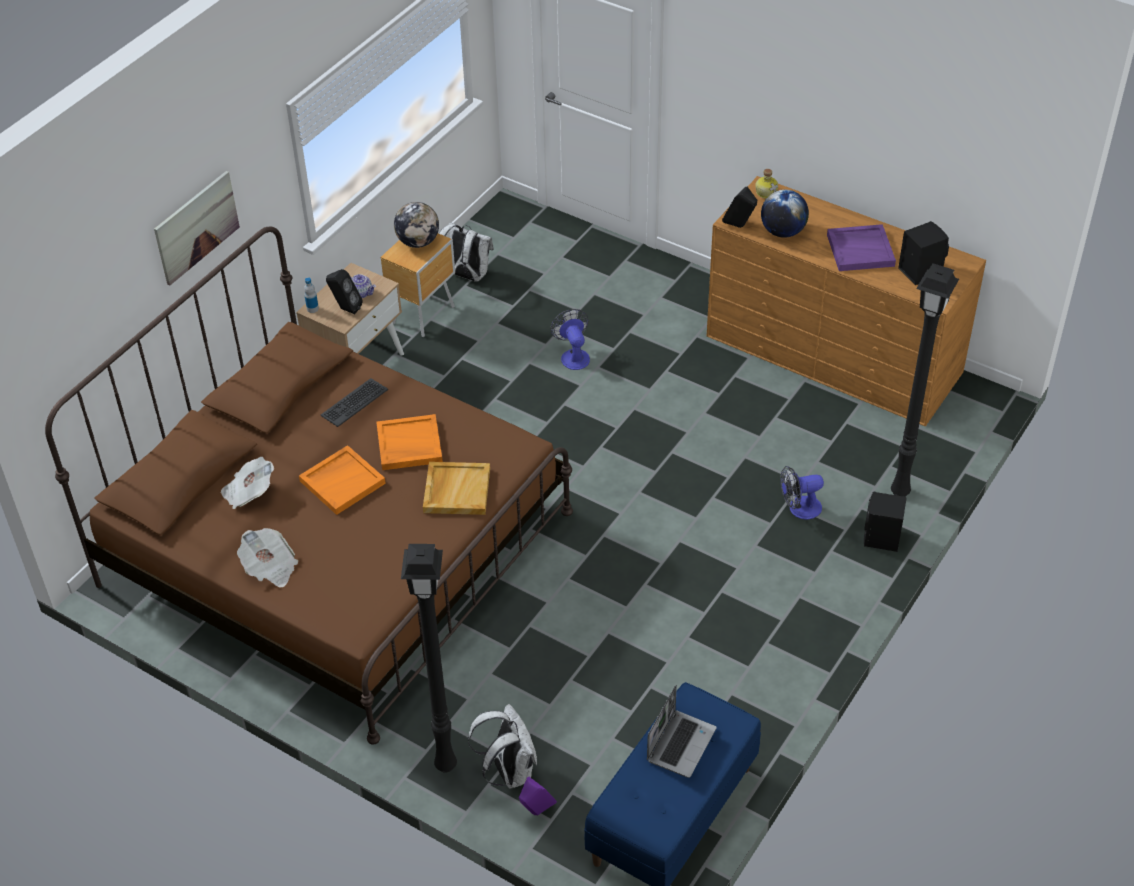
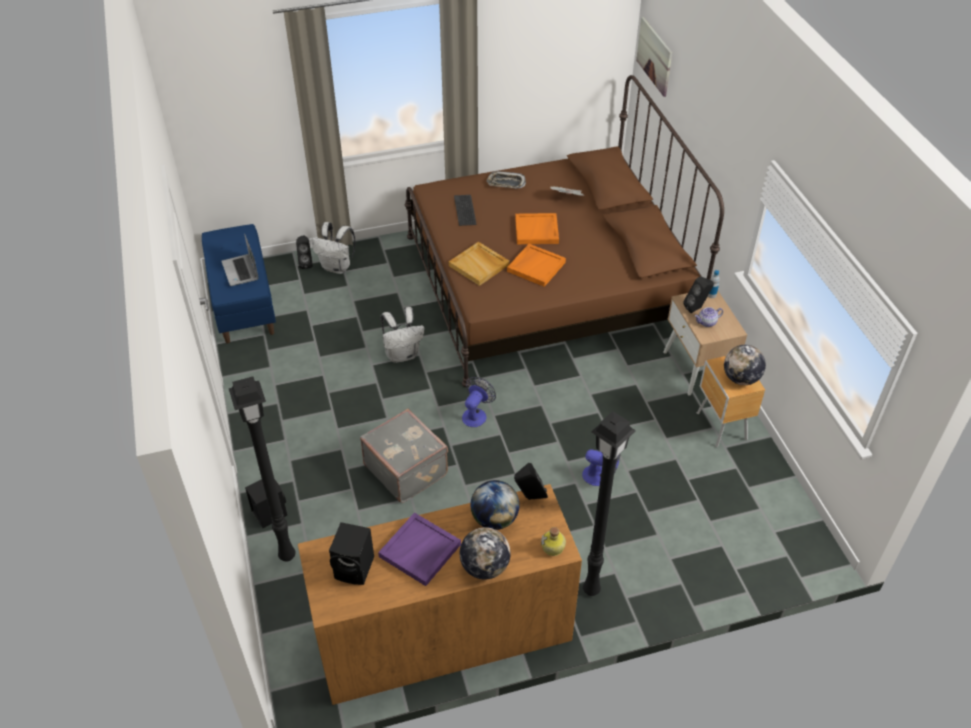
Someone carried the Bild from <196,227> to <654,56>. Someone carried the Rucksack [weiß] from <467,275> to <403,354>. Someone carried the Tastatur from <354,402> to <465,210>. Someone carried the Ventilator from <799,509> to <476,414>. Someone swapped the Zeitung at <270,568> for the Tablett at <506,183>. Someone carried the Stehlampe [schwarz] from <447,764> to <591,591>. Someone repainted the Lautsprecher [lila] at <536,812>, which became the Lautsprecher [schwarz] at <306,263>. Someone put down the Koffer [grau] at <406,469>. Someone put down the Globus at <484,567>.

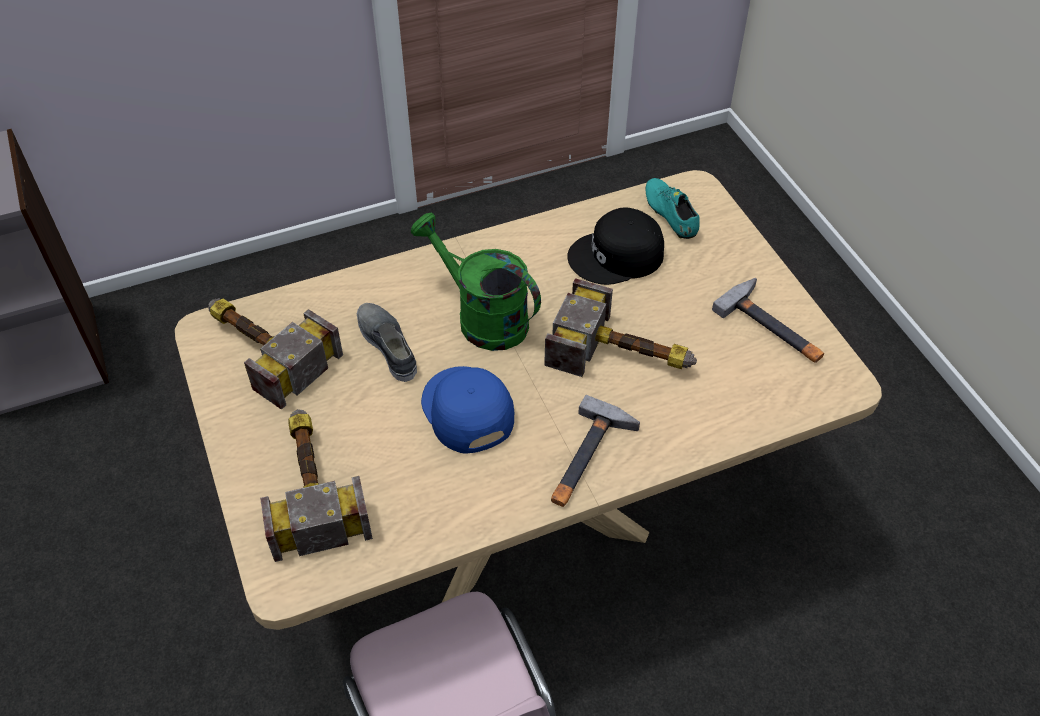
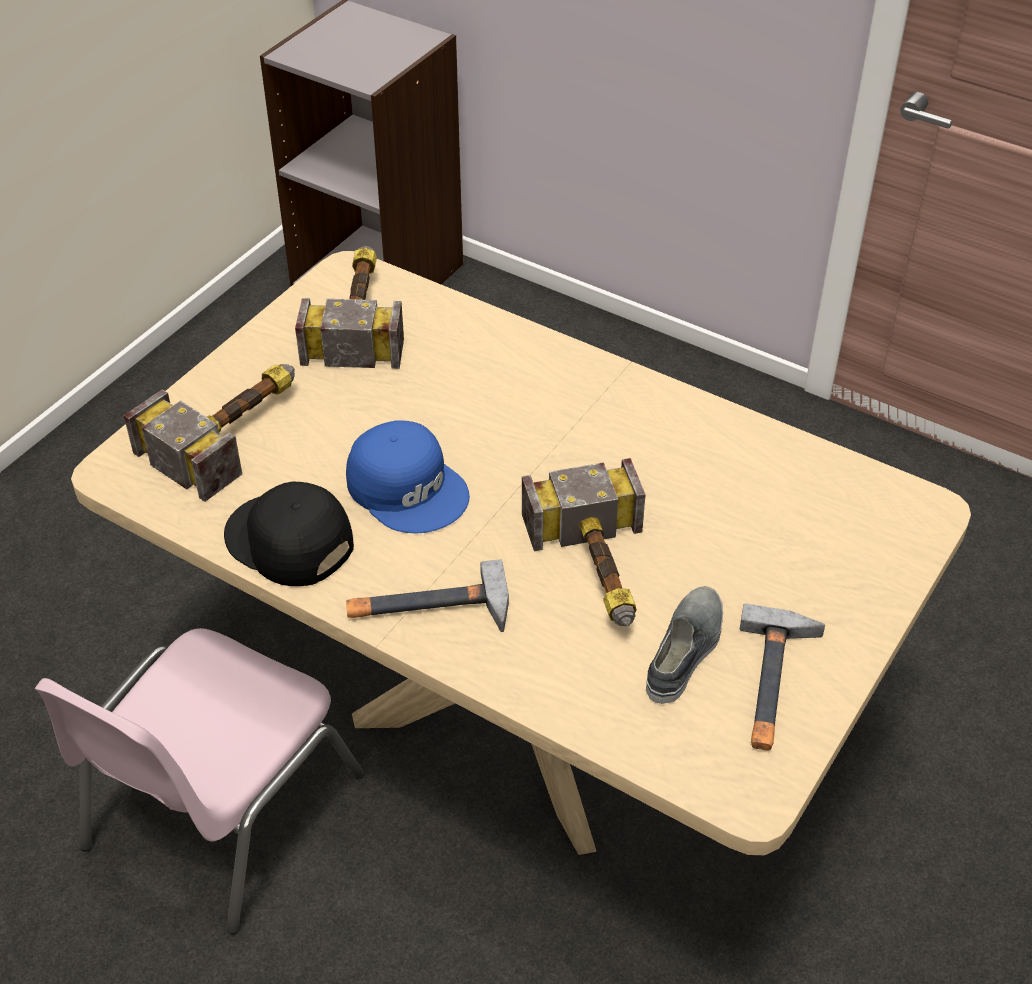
Someone took away the Schuh [türkis] at <670,215>. Someone carried the Kappe [schwarz] from <617,256> to <288,542>. Someone took away the Gießkanne [grün] at <482,317>. Someone carried the Schuh [grau] from <388,345> to <685,650>. Someone rotated the Kappe [blau] at <466,411> by 105 degrees clockwise.

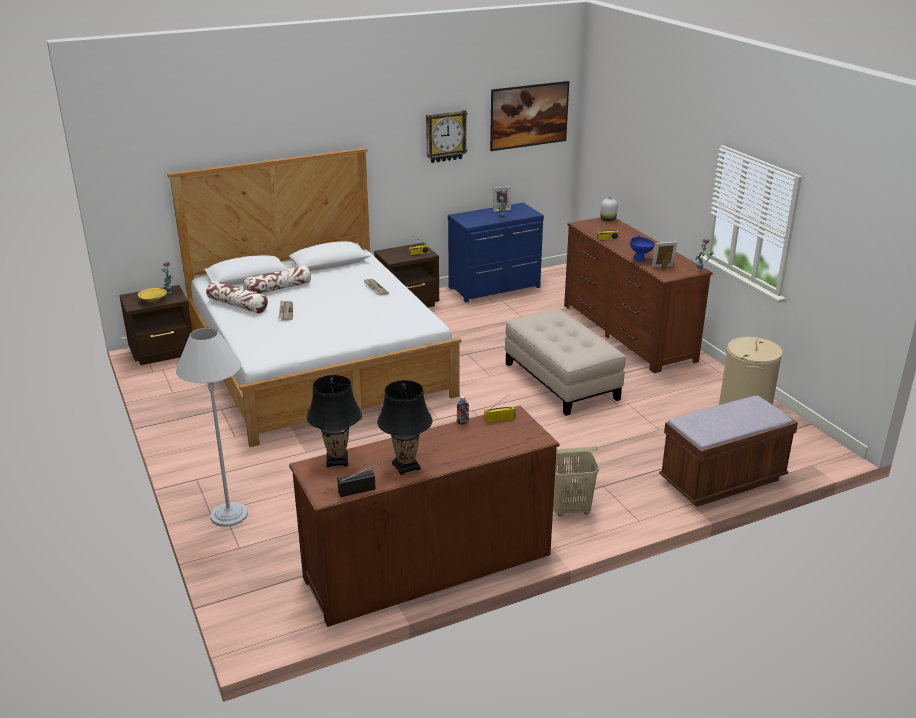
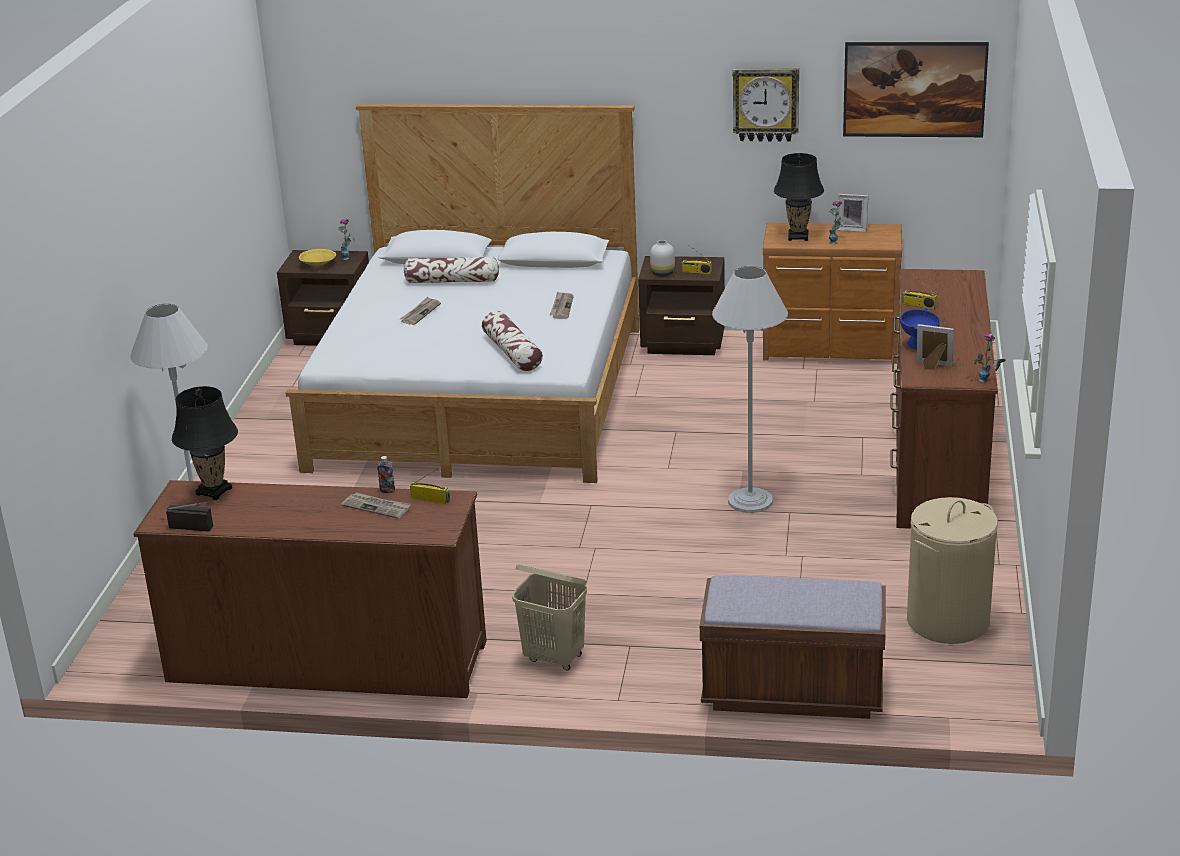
Someone carried the Vase [weiß] from <608,219> to <663,274>. Someone repainted the Kommode [blau] at <496,288>, which became the Kommode [braun] at <831,349>. Someone carried the Kissen from <237,305> to <512,352>. Someone swapped the Polsterhocker [beige] at <560,381> for the Stehlampe [weiß] at <750,501>. Someone carried the Tischlampe [schwarz] from <406,466> to <798,237>. Someone put down the Zeitung at <377,507>.

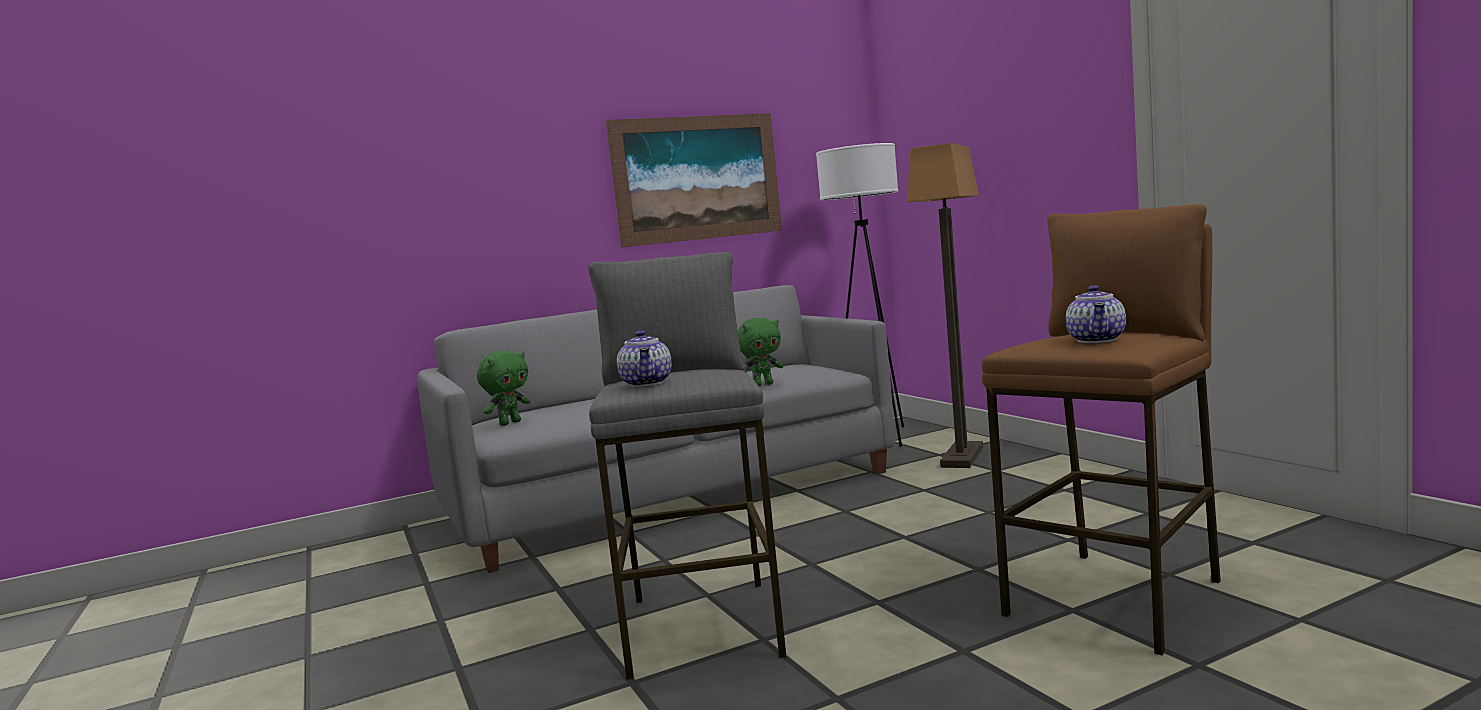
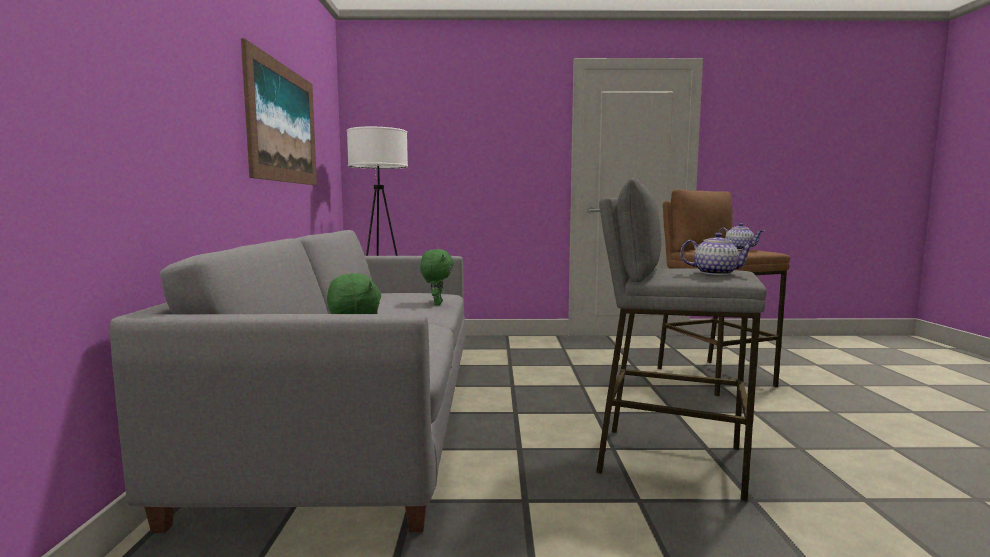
Someone took away the Stehlampe at <962,457>.

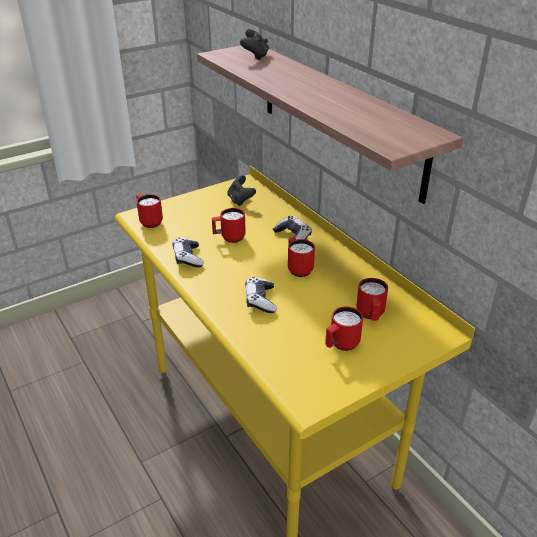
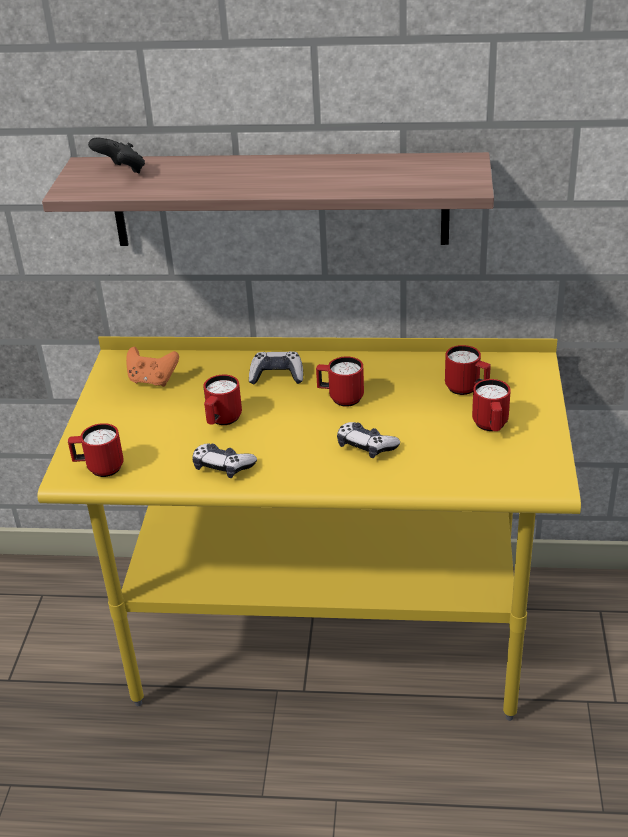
Someone repainted the Gamepad [schwarz] at <240,200>, which became the Gamepad [orange] at <152,380>.

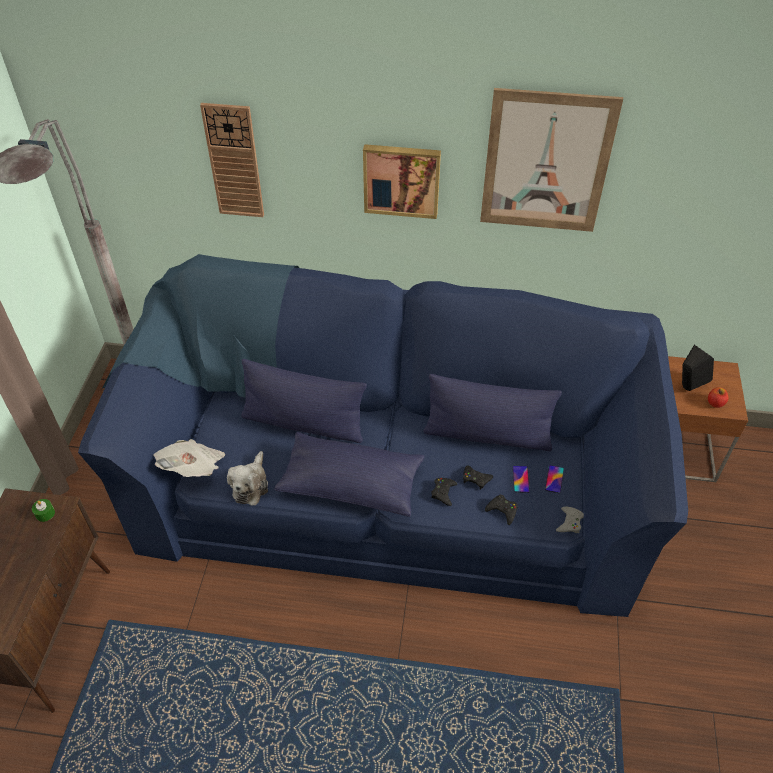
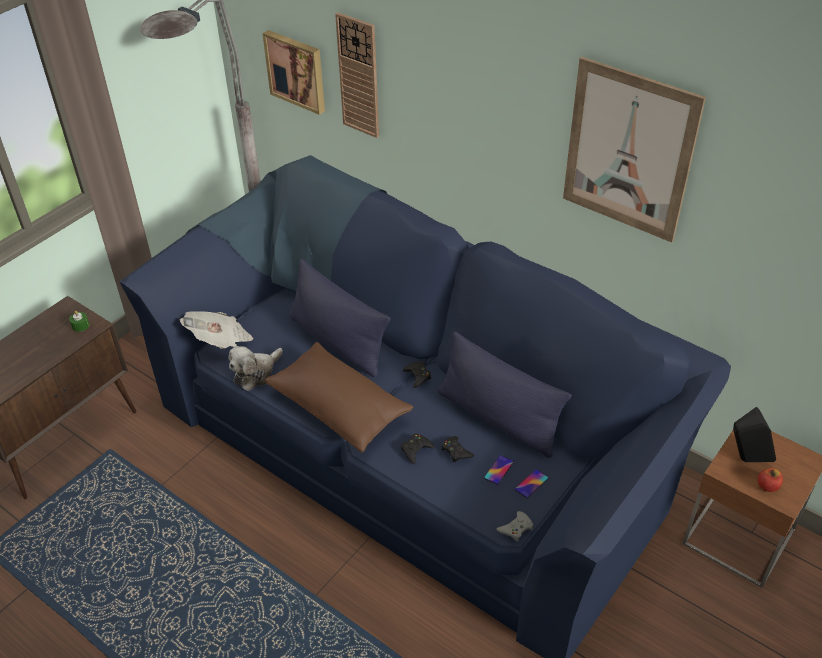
Someone carried the Bild from <401,179> to <296,71>. Someone repainted the Kissen [blau] at <351,484>, which became the Kissen [braun] at <339,408>. Someone carried the Gamepad [schwarz] from <502,510> to <417,376>.

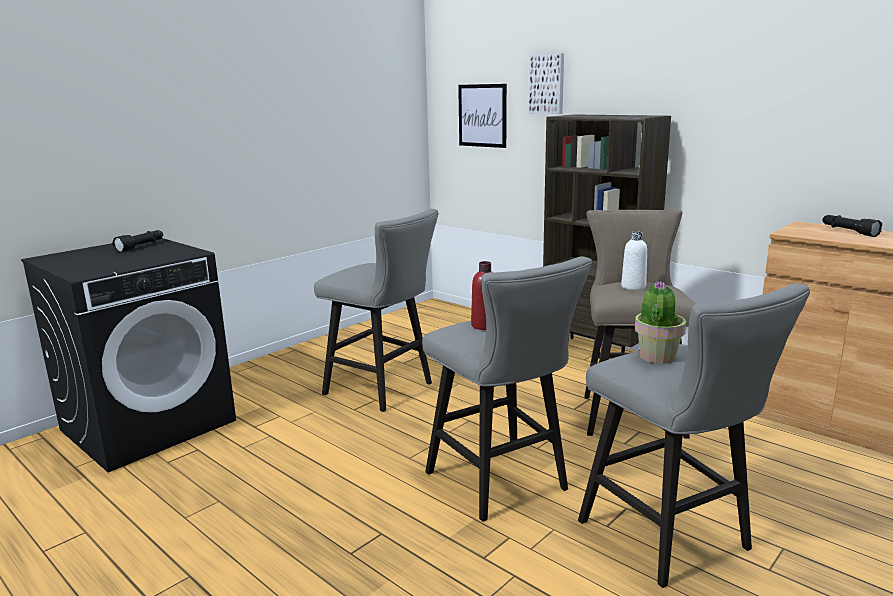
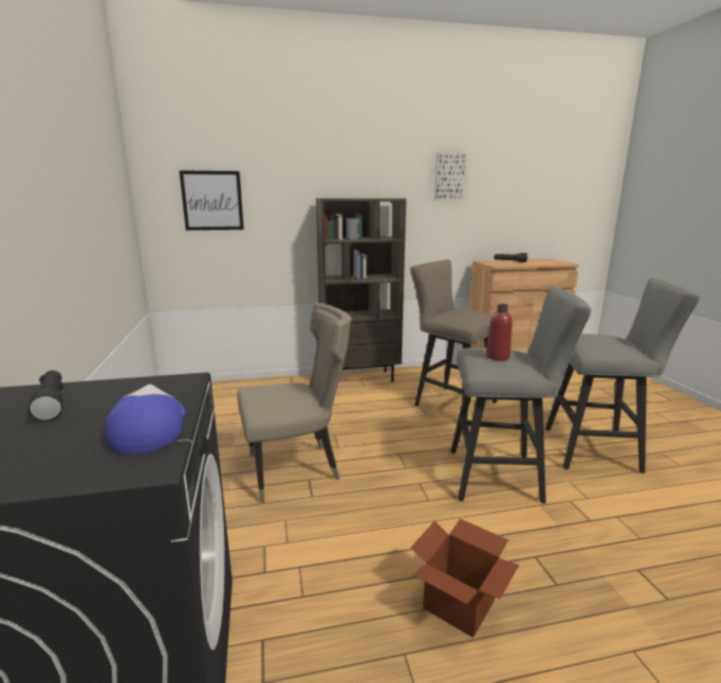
Someone carried the Bild from <547,84> to <449,177>. Someone swapped the Hocker [grau] at <384,390> for the Stuhl [beige] at <297,468>. Someone took away the Flasche [weiß] at <633,287>. Someone took away the Topfpflanze at <656,357>. Someone put down the Kappe at <150,429>. Someone put down the Karton at <458,605>.

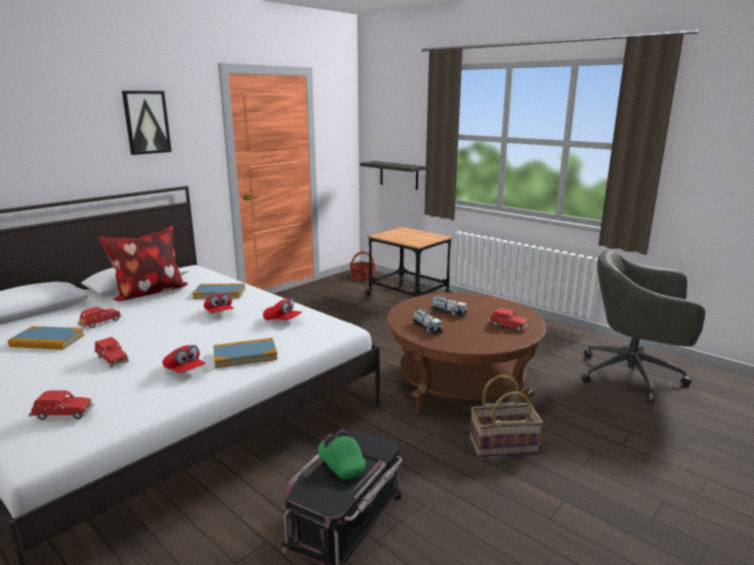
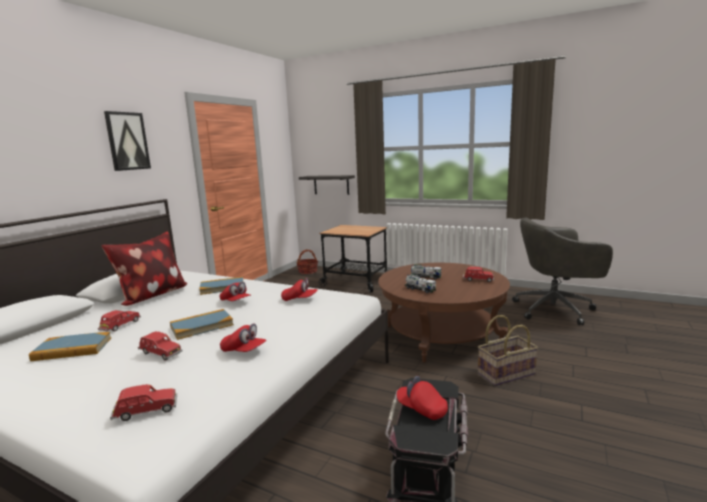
Someone carried the Buch from <245,355> to <202,326>. Someone repainted the Kappe [grün] at <341,465>, which became the Kappe [rot] at <421,409>.

